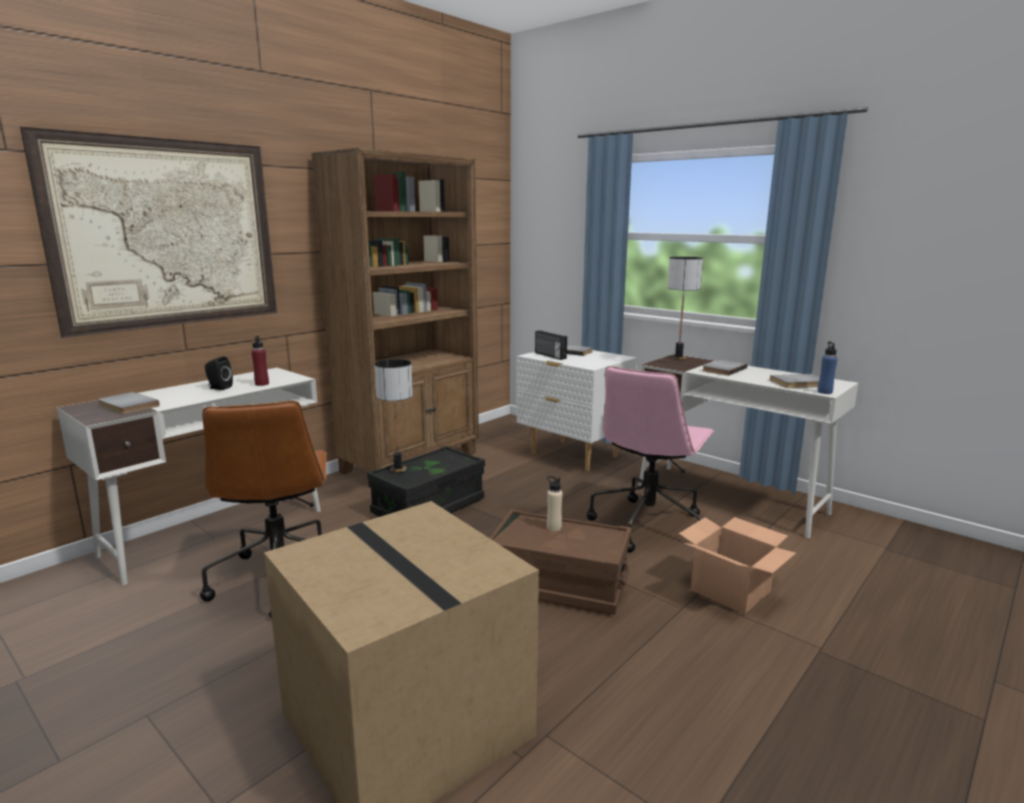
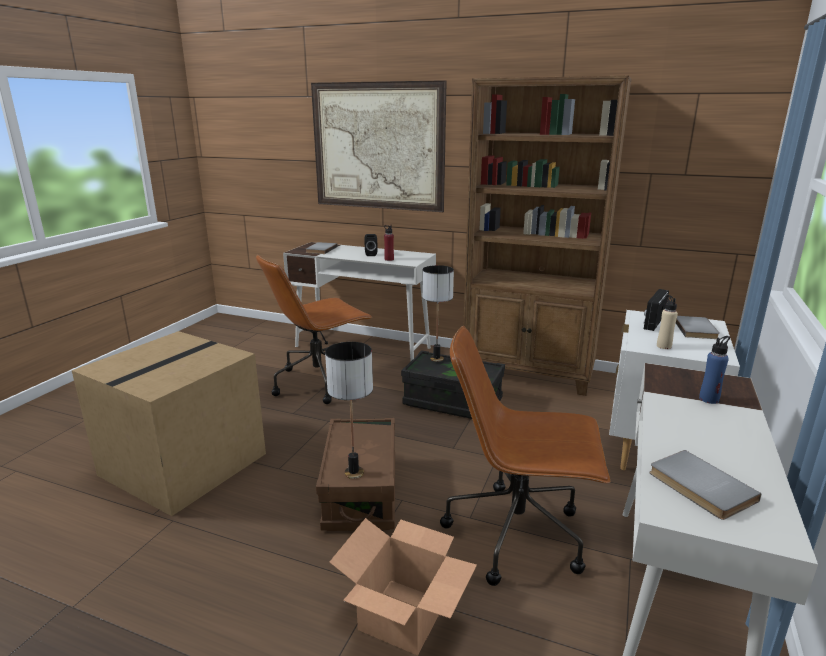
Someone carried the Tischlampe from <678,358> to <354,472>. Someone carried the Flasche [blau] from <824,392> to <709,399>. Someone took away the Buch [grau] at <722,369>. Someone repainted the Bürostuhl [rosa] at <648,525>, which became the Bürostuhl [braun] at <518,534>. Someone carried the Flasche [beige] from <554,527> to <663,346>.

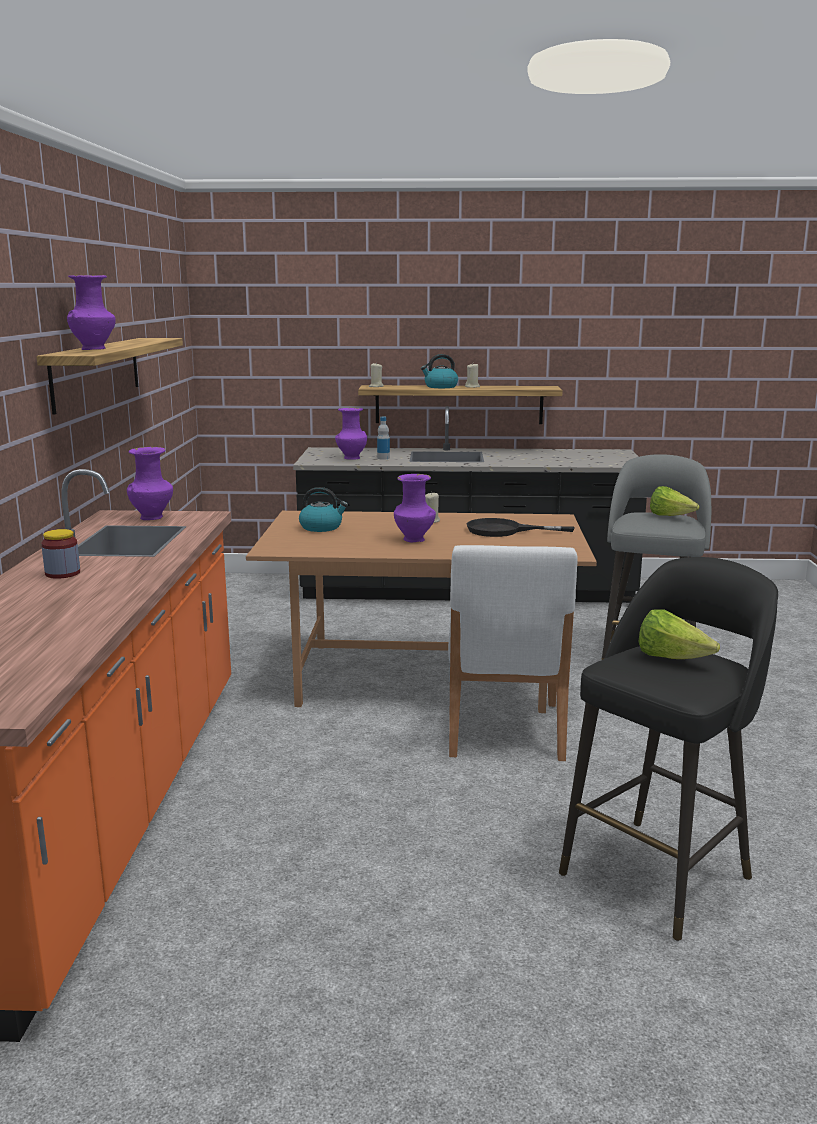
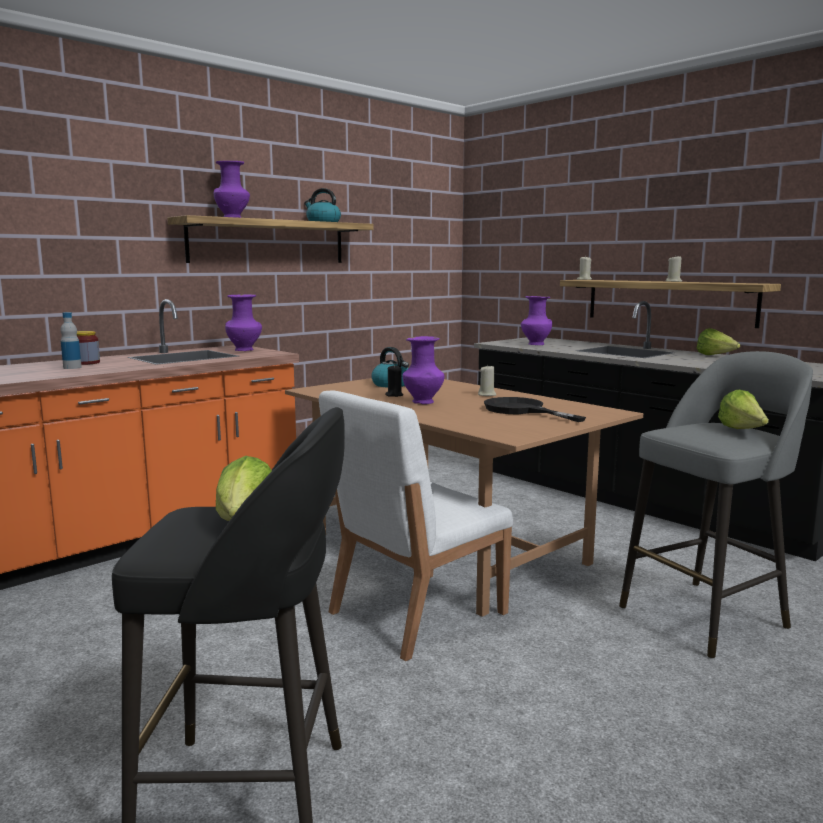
Someone carried the Wasserkessel from <440,387> to <323,222>. Someone carried the Flasche from <383,458> to <72,367>. Someone put down the Salatkopf at <715,356>. Someone put down the Kerze [schwarz] at <394,395>.

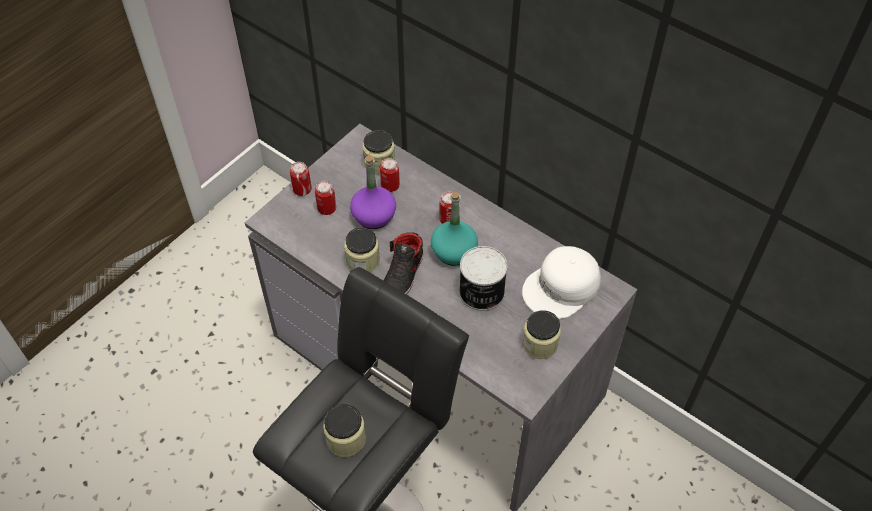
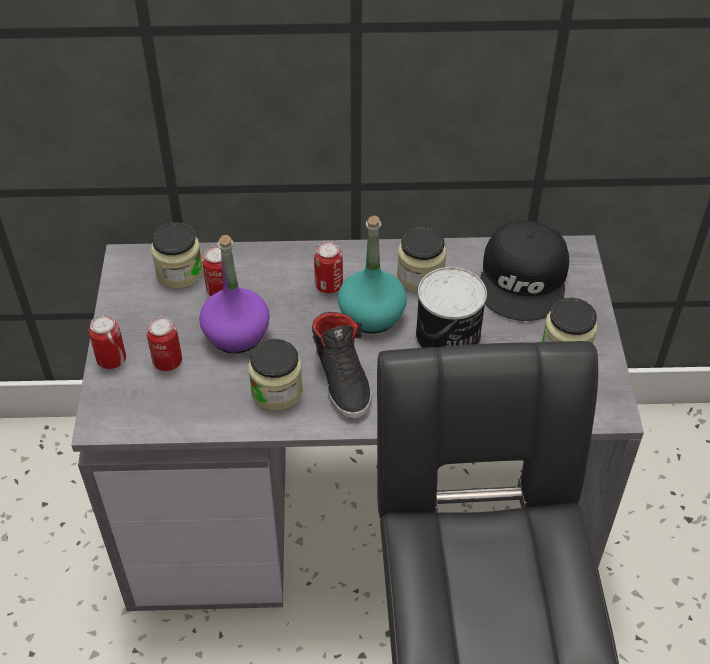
Someone repainted the Kappe [weiß] at <562,288>, which became the Kappe [schwarz] at <524,279>. Someone carried the Vorratsglas from <346,439> to <420,277>.

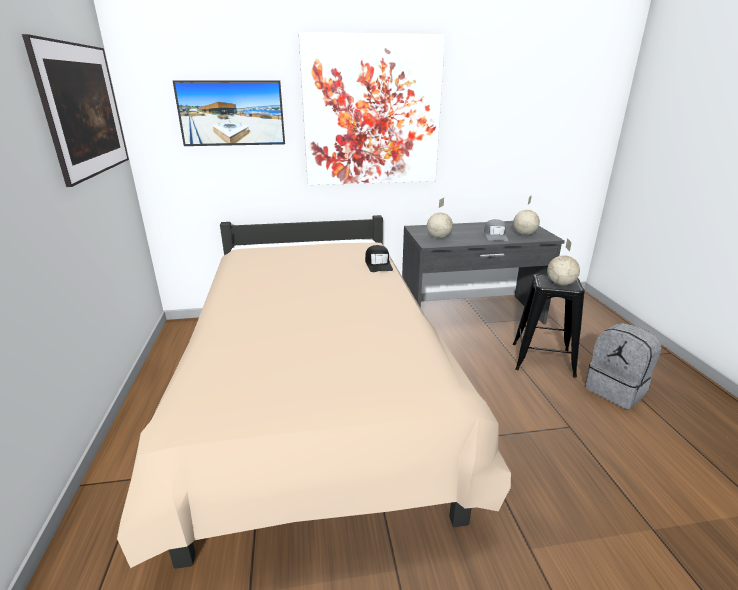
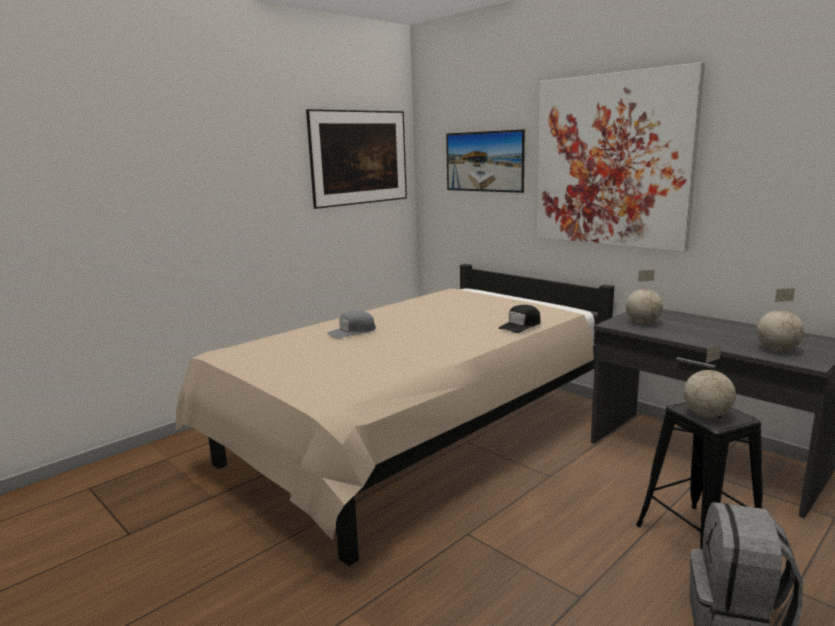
Someone carried the Kappe [grau] from <495,235> to <352,332>.

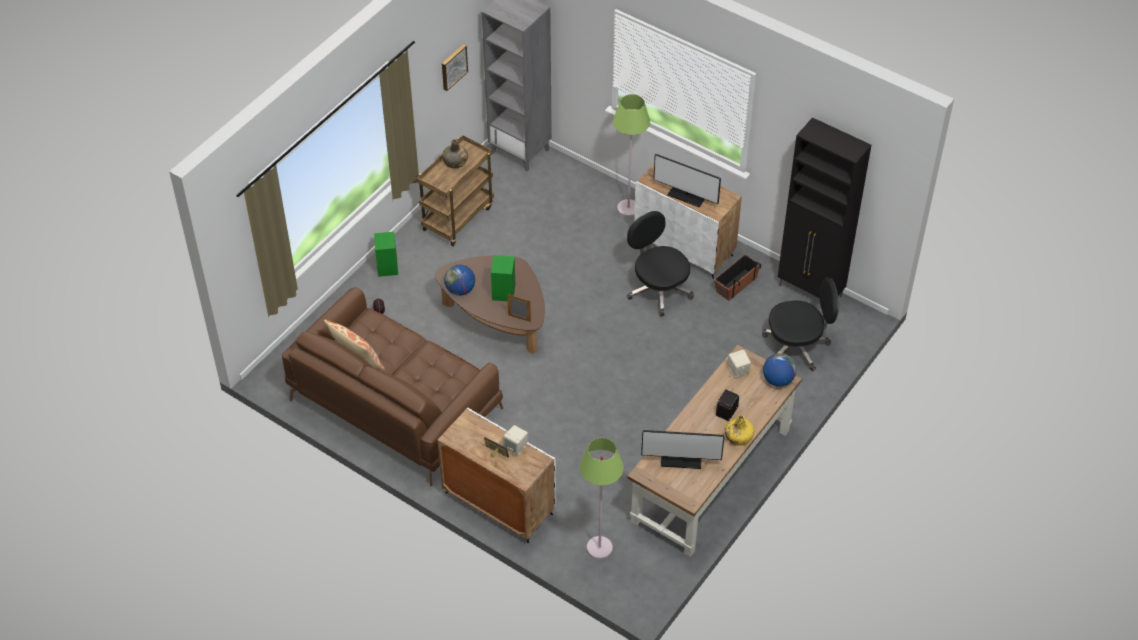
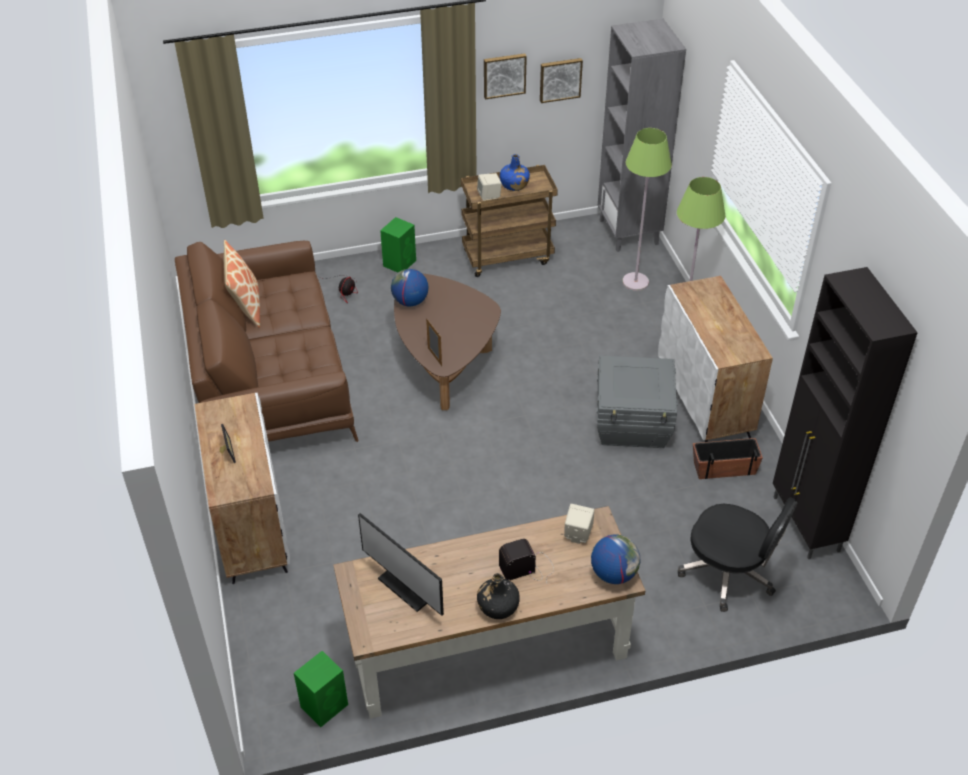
Someone repainted the Flasche [grün] at <455,162>, which became the Flasche [blau] at <514,185>. Someone took away the Monitor at <686,196>. Someone swapped the Bürostuhl [schwarz] at <658,289> for the Aufbewahrungsbox [grau] at <633,424>. Someone carried the Lautsprecher [grün] from <503,291> to <325,705>. Someone repainted the Flasche [gelb] at <738,437>, which became the Flasche [schwarz] at <498,606>. Someone carried the Lautsprecher [beige] from <516,447> to <489,197>. Someone carried the Stehlampe [grün] from <599,548> to <635,282>. Someone put up the Bild at <504,75>.

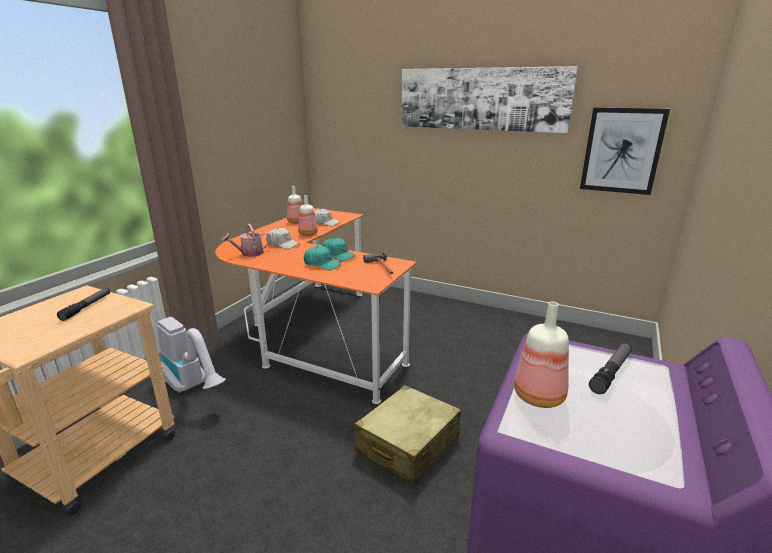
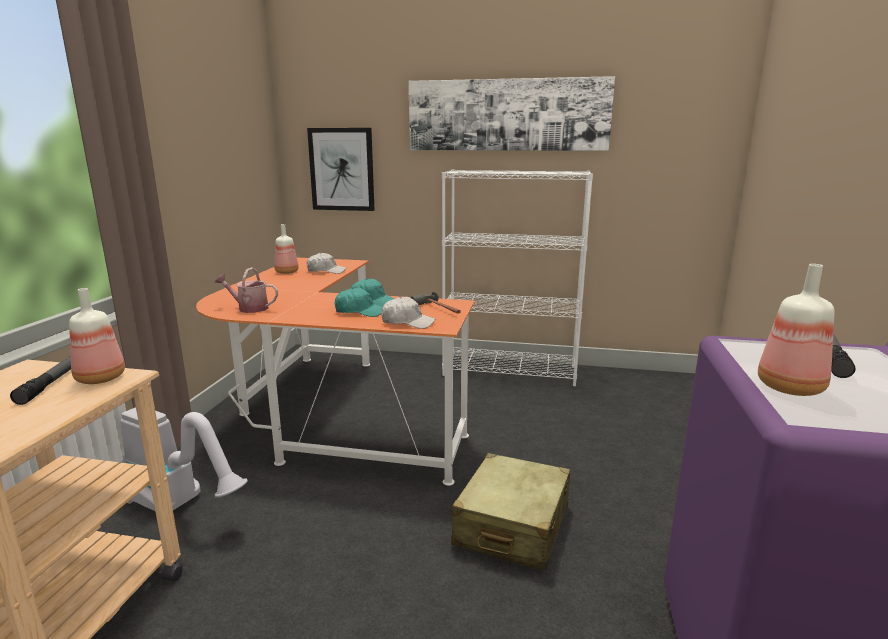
Someone carried the Bild from <622,151> to <342,169>. Someone carried the Flasche from <307,234> to <99,378>. Someone rotated the Gießkanne at <249,254> by 60 degrees clockwise. Someone carried the Kappe [weiß] from <282,244> to <407,322>. Someone put down the Bücherregal [weiß] at <510,371>.

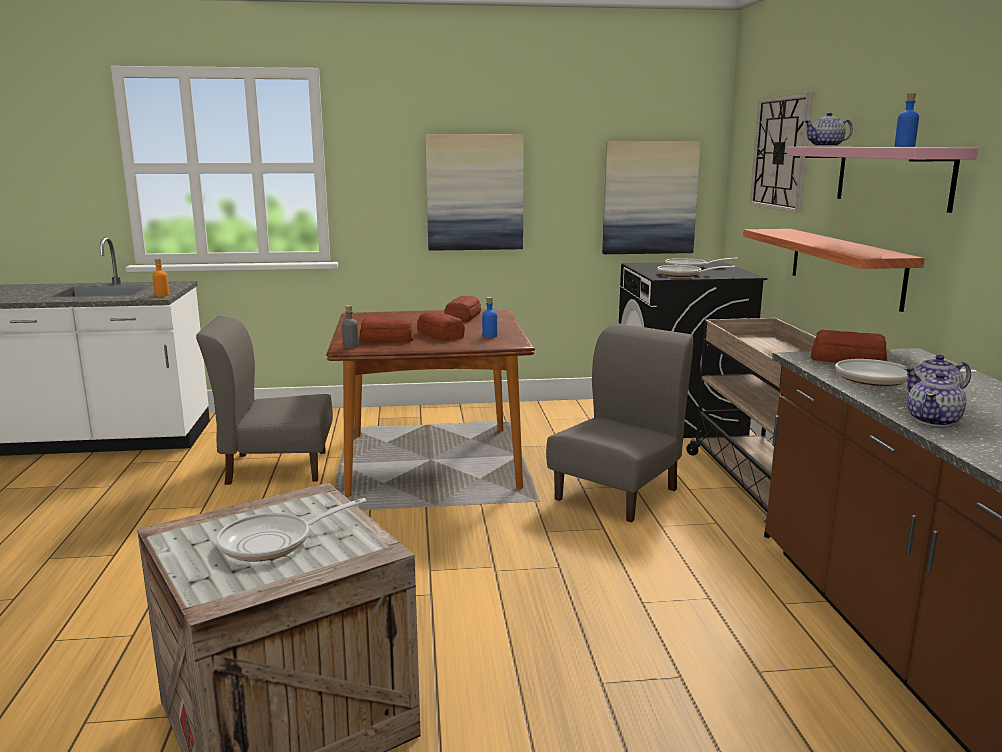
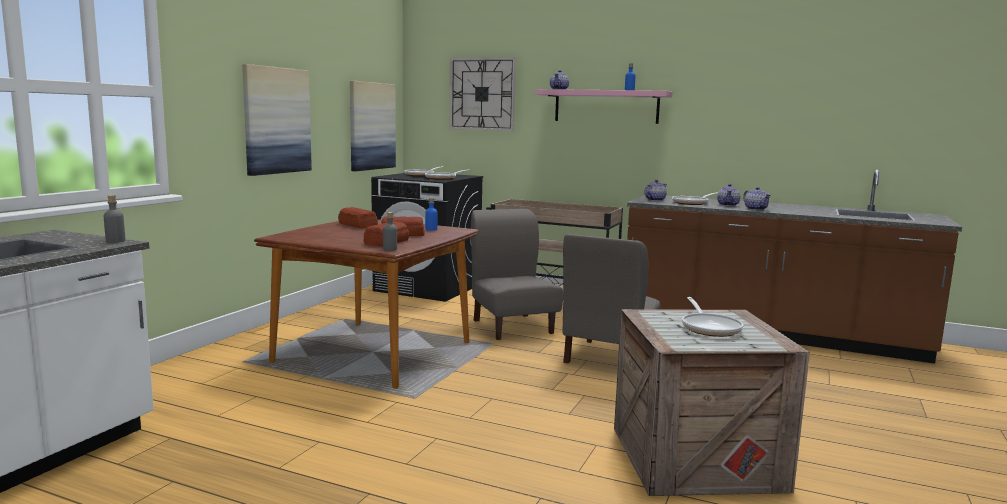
Someone took away the Wandregal at <844,266>. Someone repainted the Flasche [orange] at <162,295>, which became the Flasche [grau] at <115,241>. Someone carried the Stuhl [grau] from <276,467> to <607,356>. Someone swapped the Brot at <846,359> for the Teekanne at <654,200>.

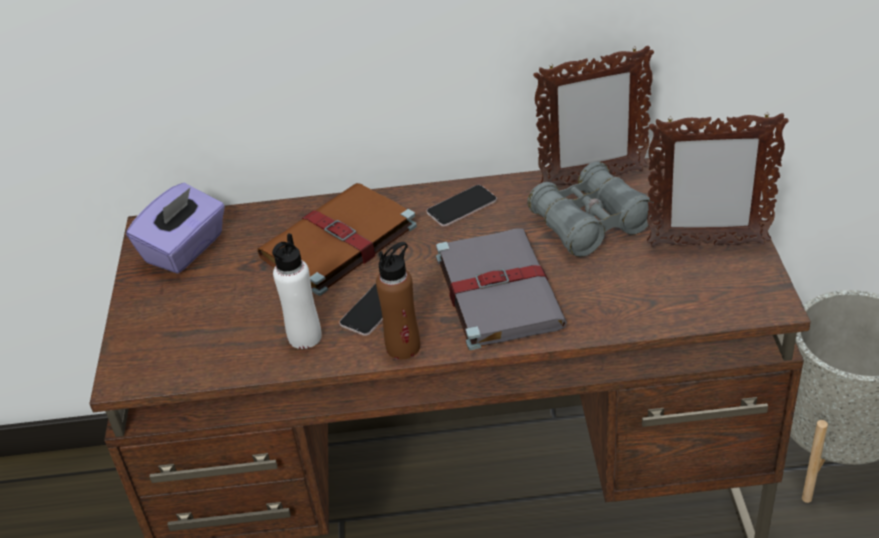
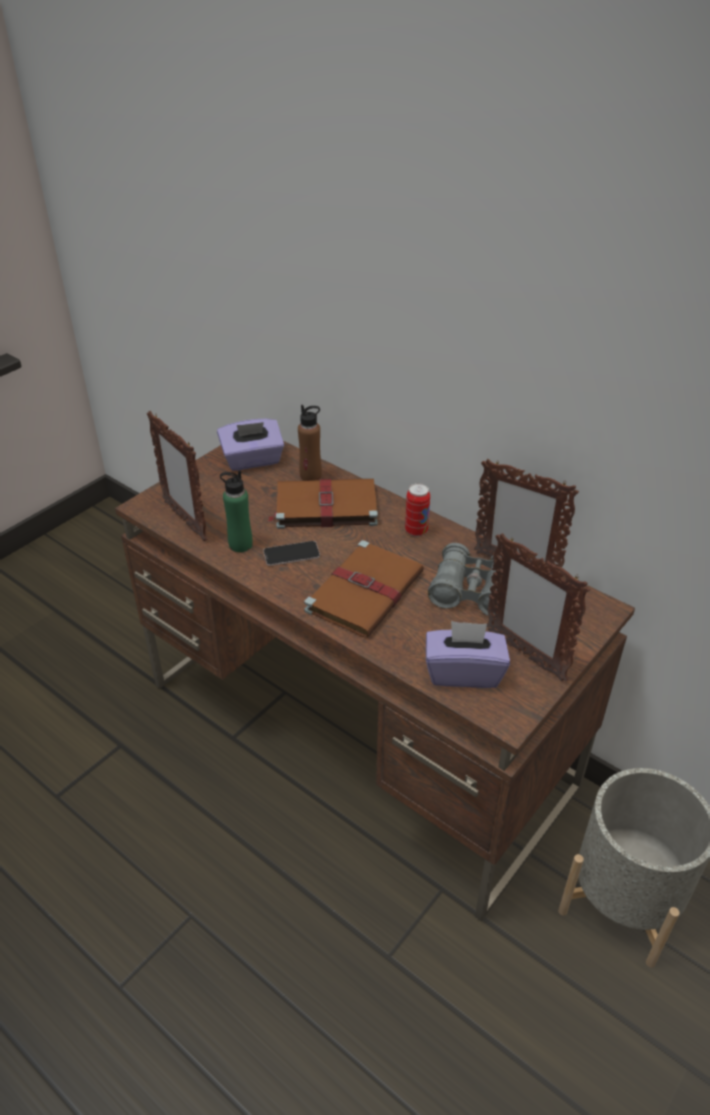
Someone swapped the Handy at <461,206> for the Dose at <416,531>. Someone repainted the Buch [grau] at <497,290>, which became the Buch [braun] at <366,590>. Someone repainted the Flasche [weiß] at <304,337>, which became the Flasche [grün] at <240,544>. Someone carried the Flasche [braun] from <403,347> to <311,475>. Someone put down the Bilderrahmen at <185,521>. Someone put down the Taschentuchbox [lila] at <463,672>.

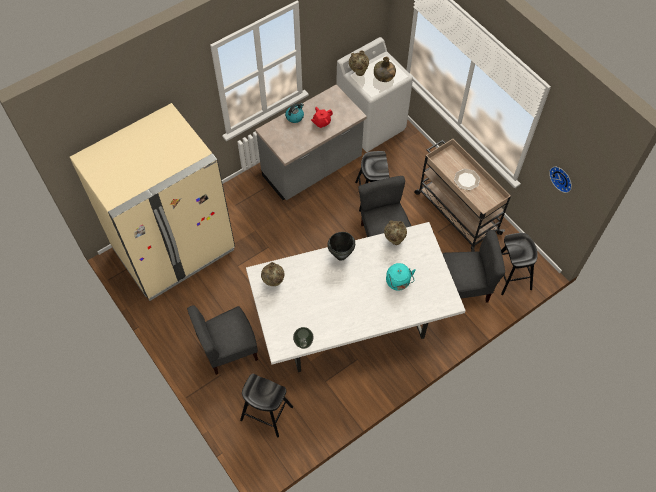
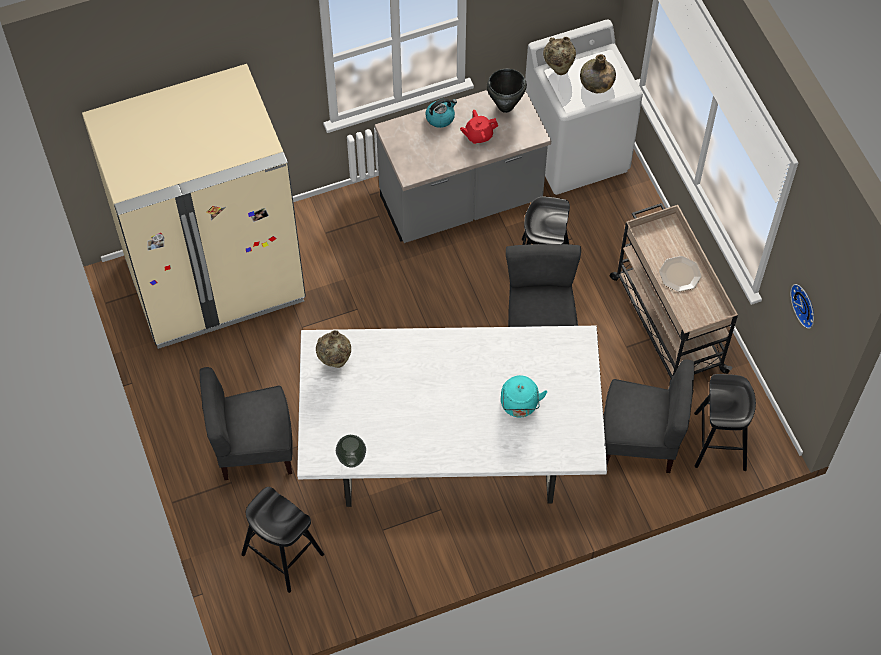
Someone took away the Vase [beige] at <394,240>. Someone carried the Kochtopf [schwarz] from <341,256> to <506,107>.

